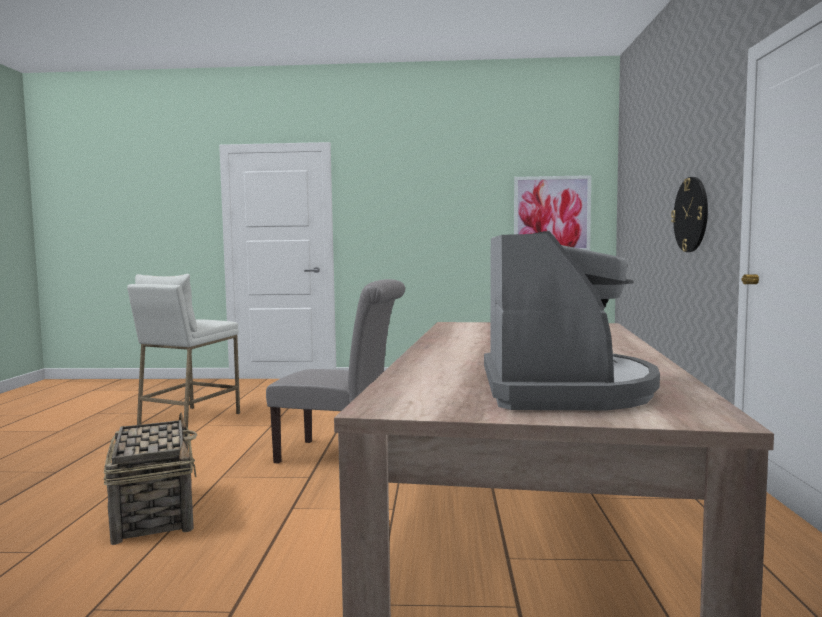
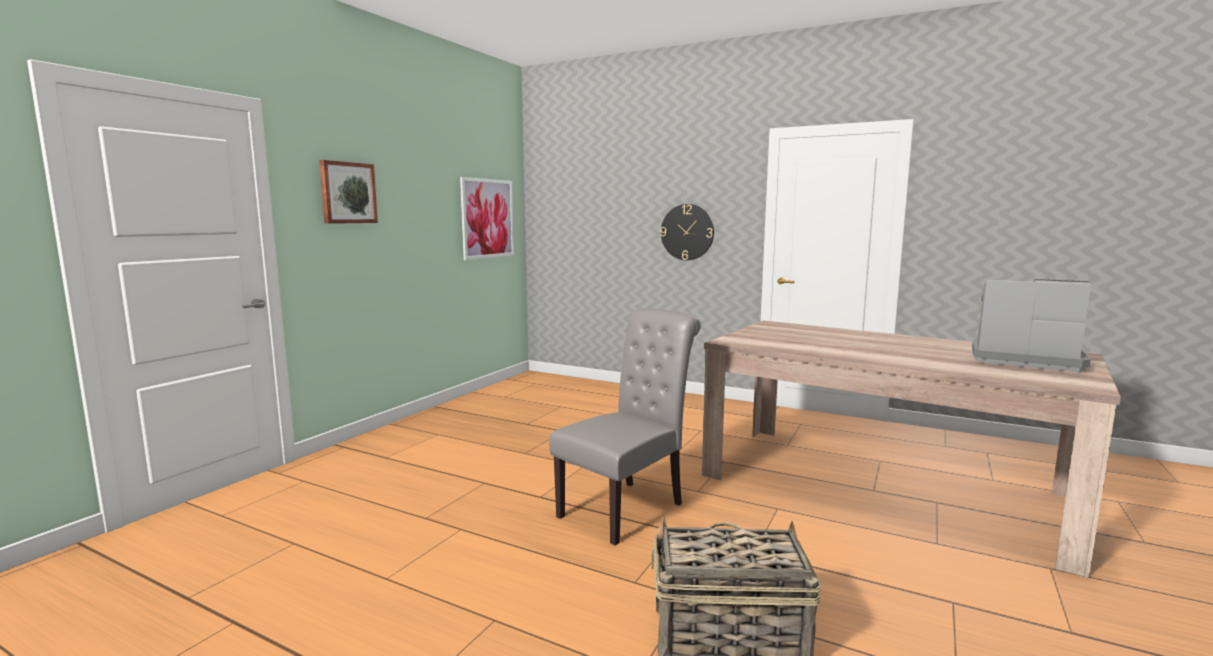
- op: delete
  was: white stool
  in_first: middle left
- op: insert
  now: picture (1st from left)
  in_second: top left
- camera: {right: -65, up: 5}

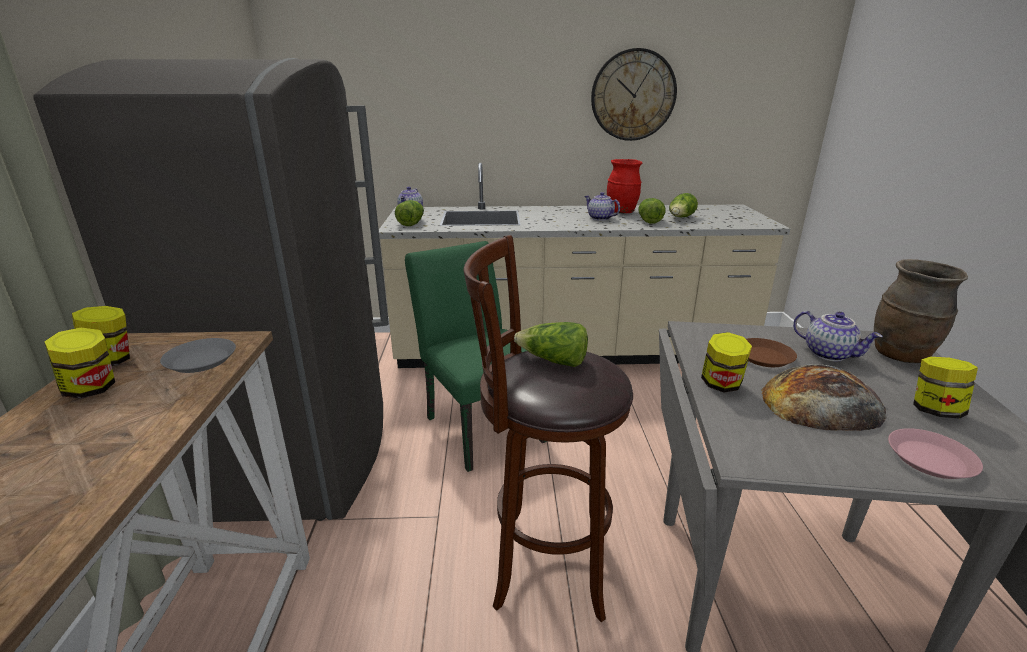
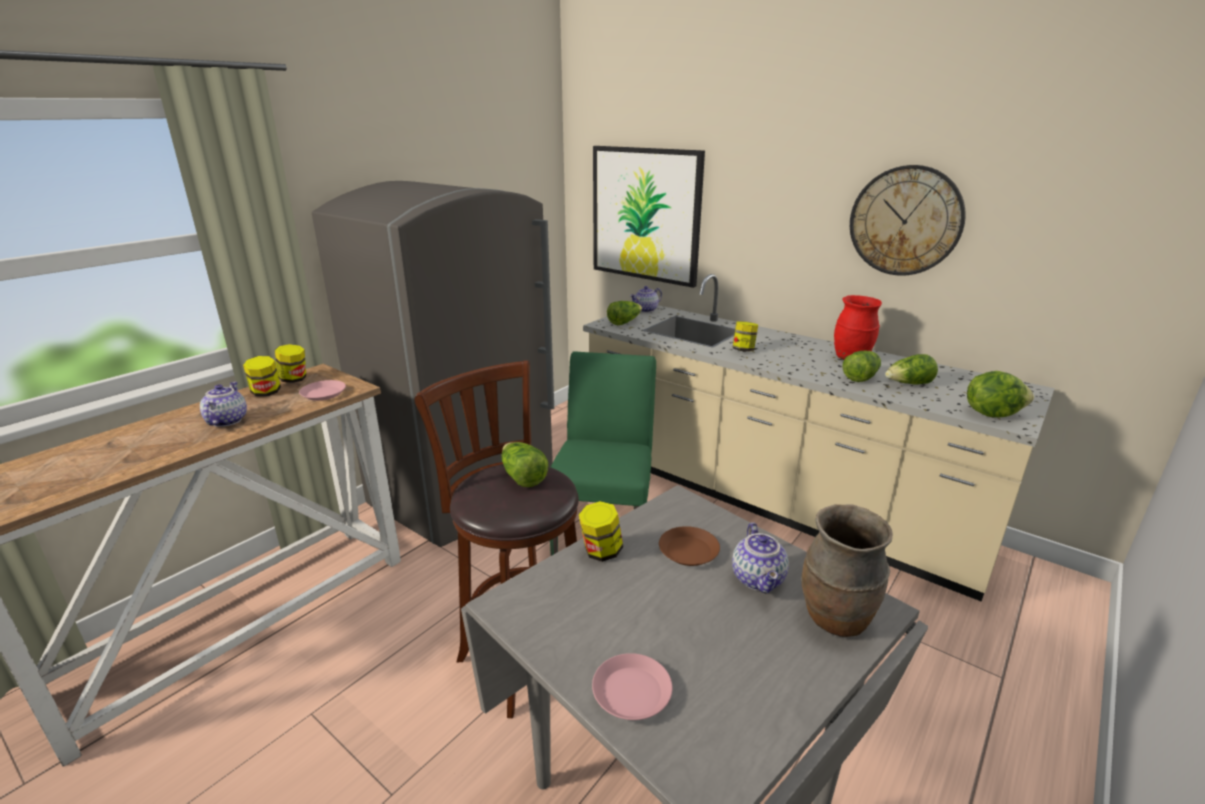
- op: recolor
  was: grey plate
  now: pink plate (1st from left)
  in_first: middle left
  in_second: middle left
- op: move
  was: teapot (2nd from left in the first image)
  now: teapot (1st from left)
  in_first: top centre
  in_second: middle left
- op: delete
  was: bread
  in_first: middle right
- op: move
  was: jar (4th from left)
  in_first: middle right
  in_second: centre
- op: insert
  now: picture
  in_second: top centre
- op: insert
  now: lettuce (5th from left)
  in_second: middle right
- camera: {right: 40, up: 0}

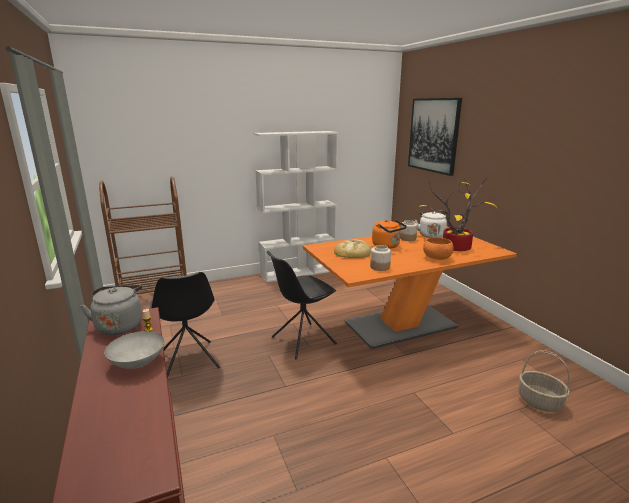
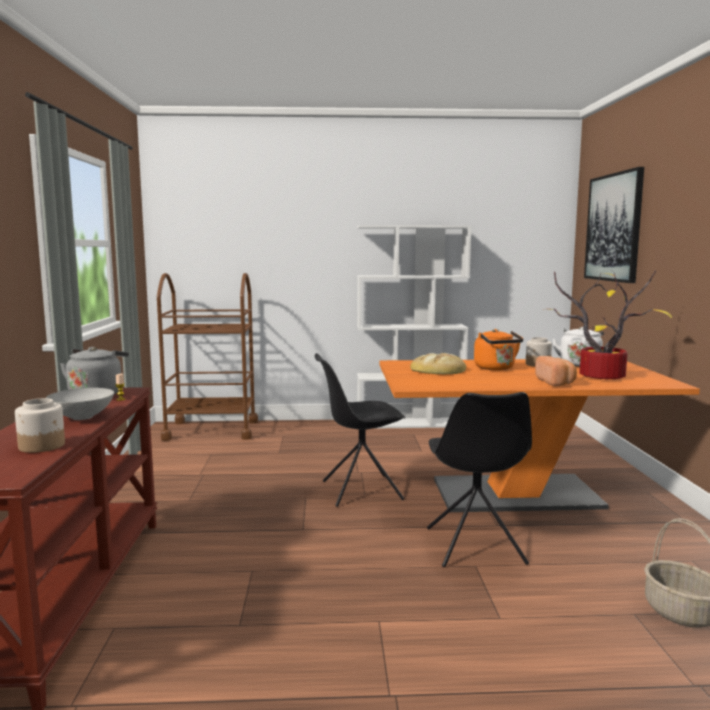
- op: move
  was: black chair (1st from left in the first image)
  now: black chair (2nd from left)
  in_first: middle left
  in_second: bottom right
- op: move
  was: jar (1st from left)
  in_first: centre
  in_second: middle left
- op: replace
  was: orange bowl
  now: bread (2nd from left)
  in_first: middle right
  in_second: middle right
- camera: {right: 20, up: -10}

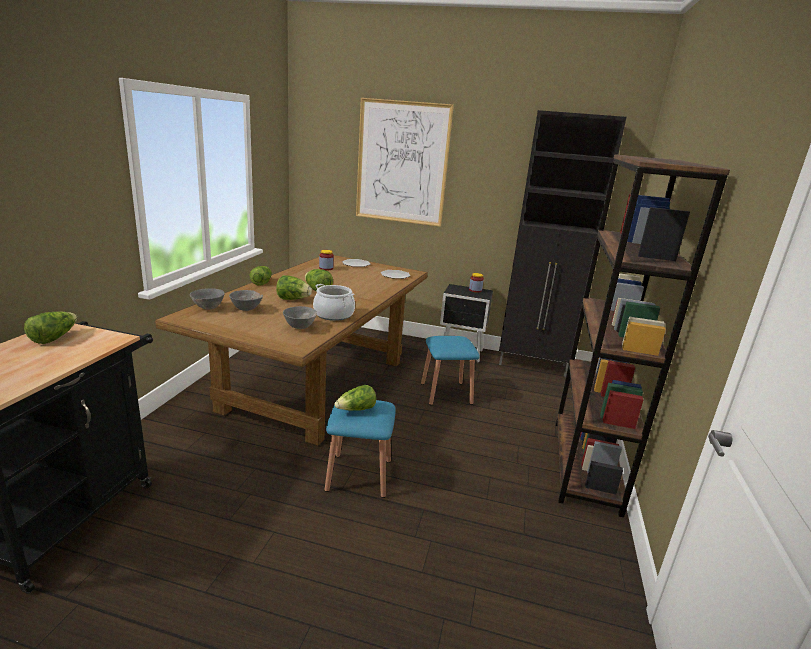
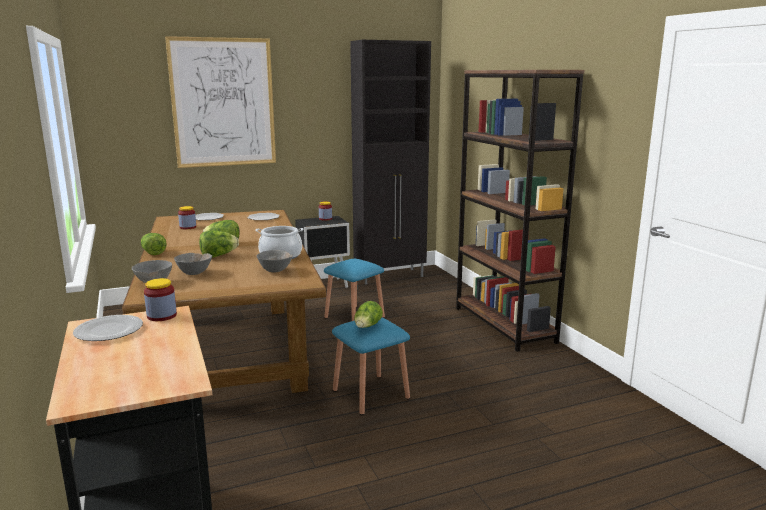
- op: replace
  was: lettuce (1st from left)
  now: plate (1st from left)
  in_first: middle left
  in_second: middle left
- op: insert
  now: jar (1st from left)
  in_second: middle left
- camera: {right: -35, up: -5}

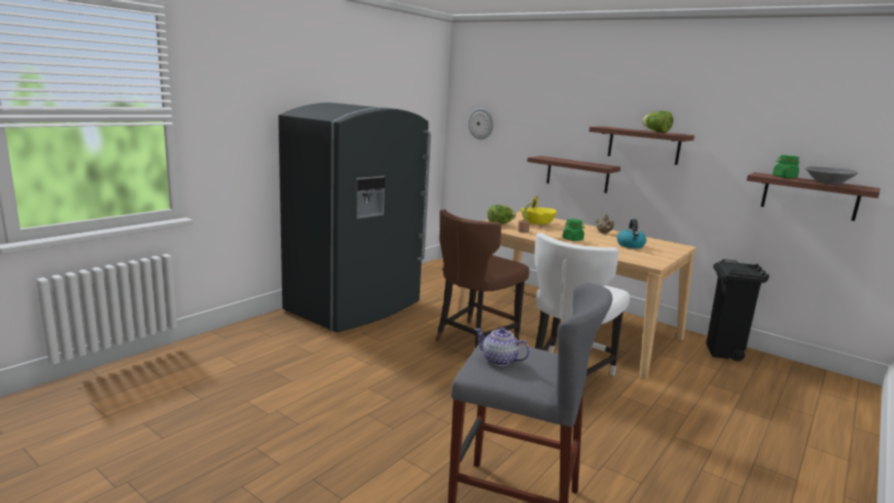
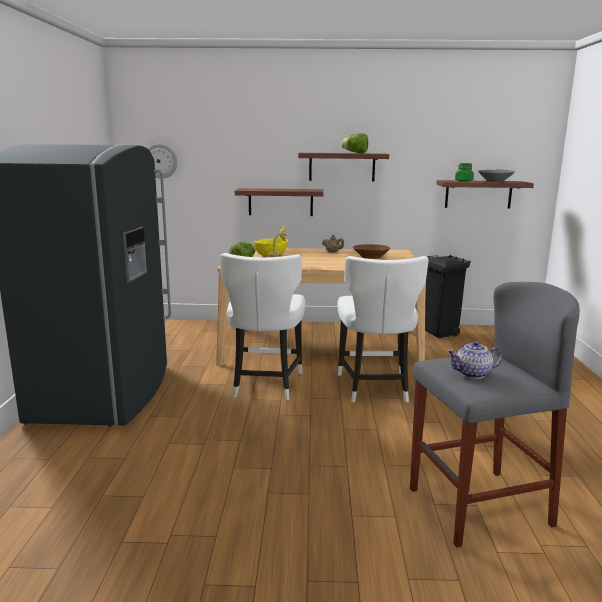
- op: recolor
  was: brown chair
  now: white chair (1st from left)
  in_first: centre
  in_second: centre
- op: delete
  was: green jar (1st from left)
  in_first: centre
- op: replace
  was: kettle
  now: brown bowl
  in_first: middle right
  in_second: centre
- camera: {right: -35, up: 0}

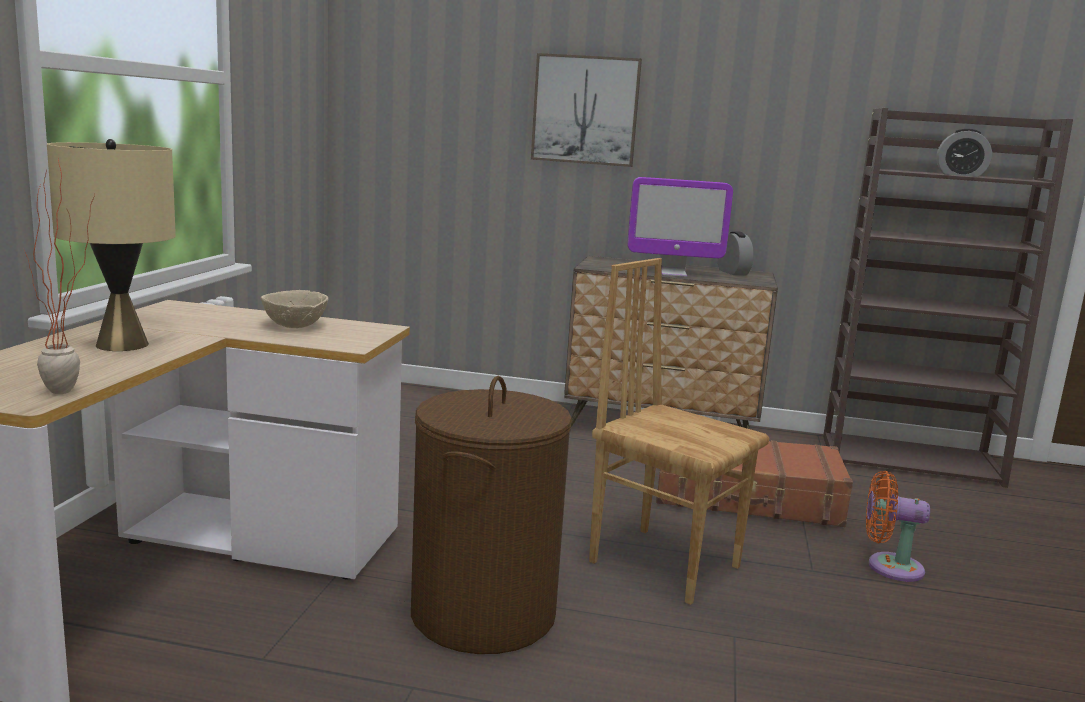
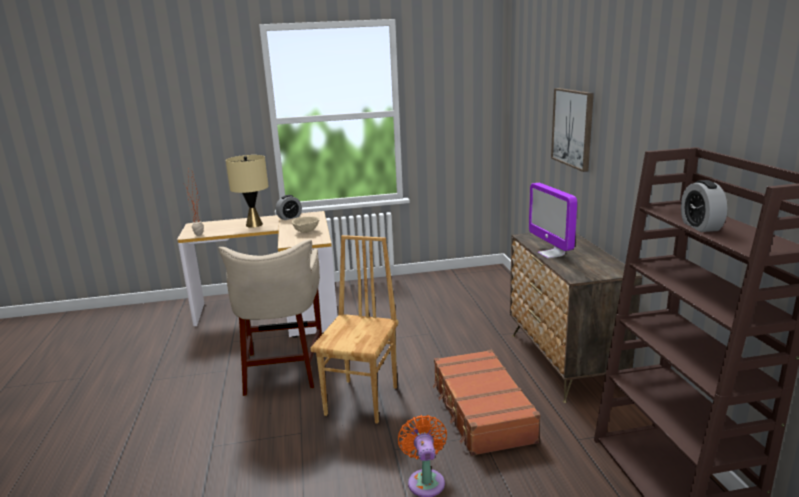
- op: replace
  was: brown laundry basket
  now: beige stool
  in_first: bottom centre
  in_second: centre
- op: move
  was: alarm clock (1st from left)
  in_first: middle right
  in_second: centre
- camera: {right: 70, up: 5}

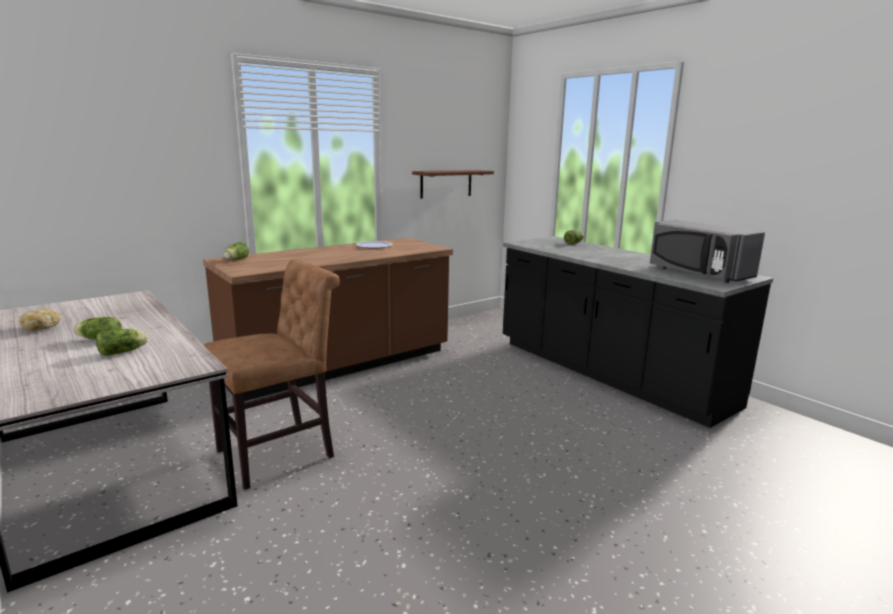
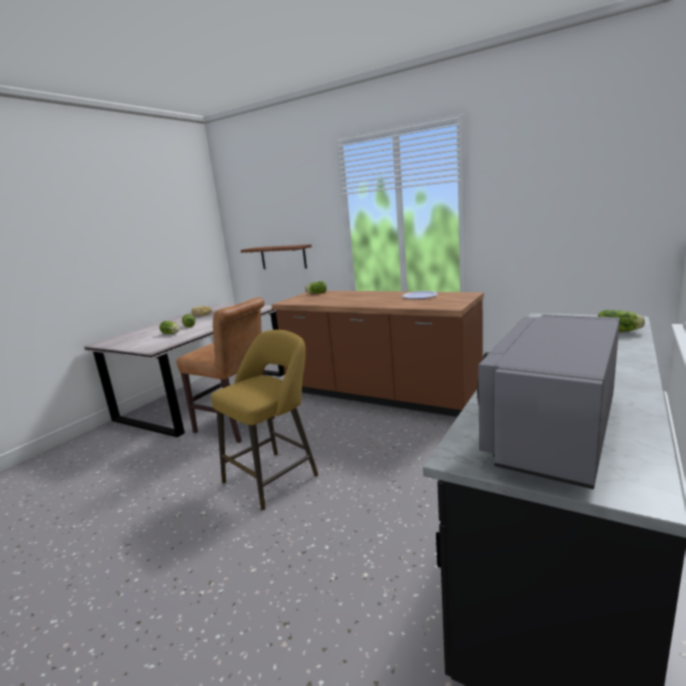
- op: move
  was: brown shelf
  in_first: top centre
  in_second: centre
- op: insert
  now: yellow stool
  in_second: centre
- camera: {right: 70, up: 0}

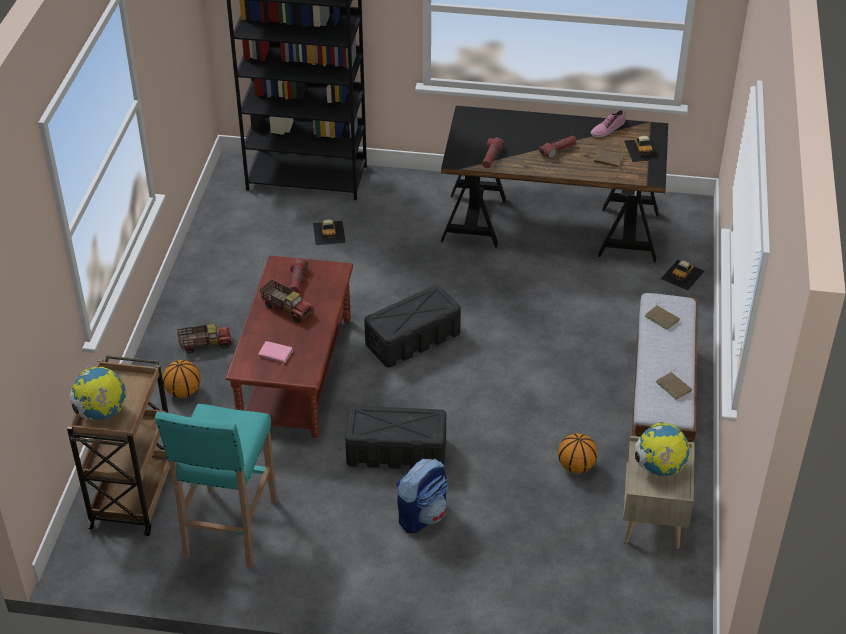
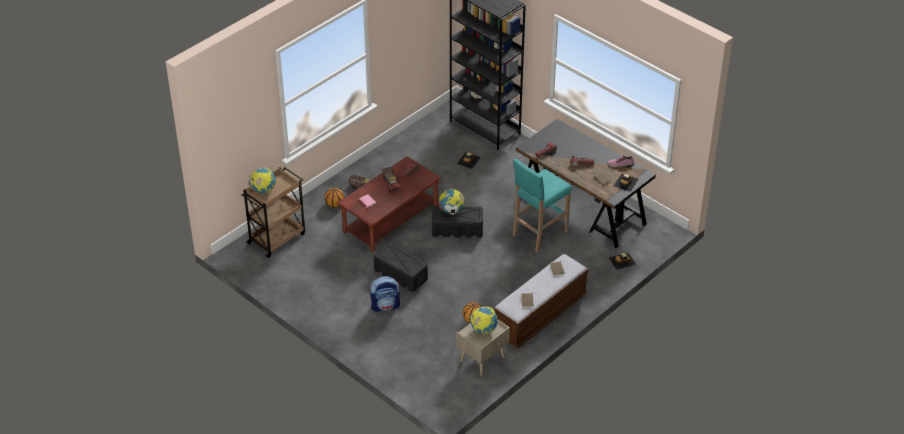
- op: move
  was: turquoise stool
  in_first: bottom left
  in_second: centre
- op: insert
  now: globe (2nd from left)
  in_second: centre
- camera: {right: 35, up: 0}

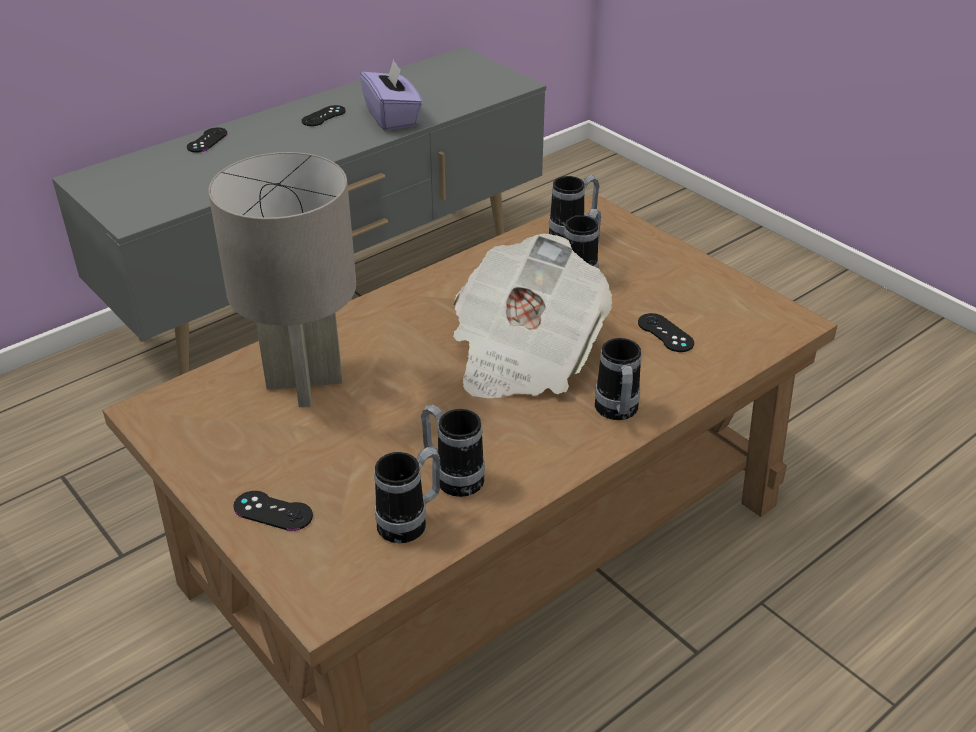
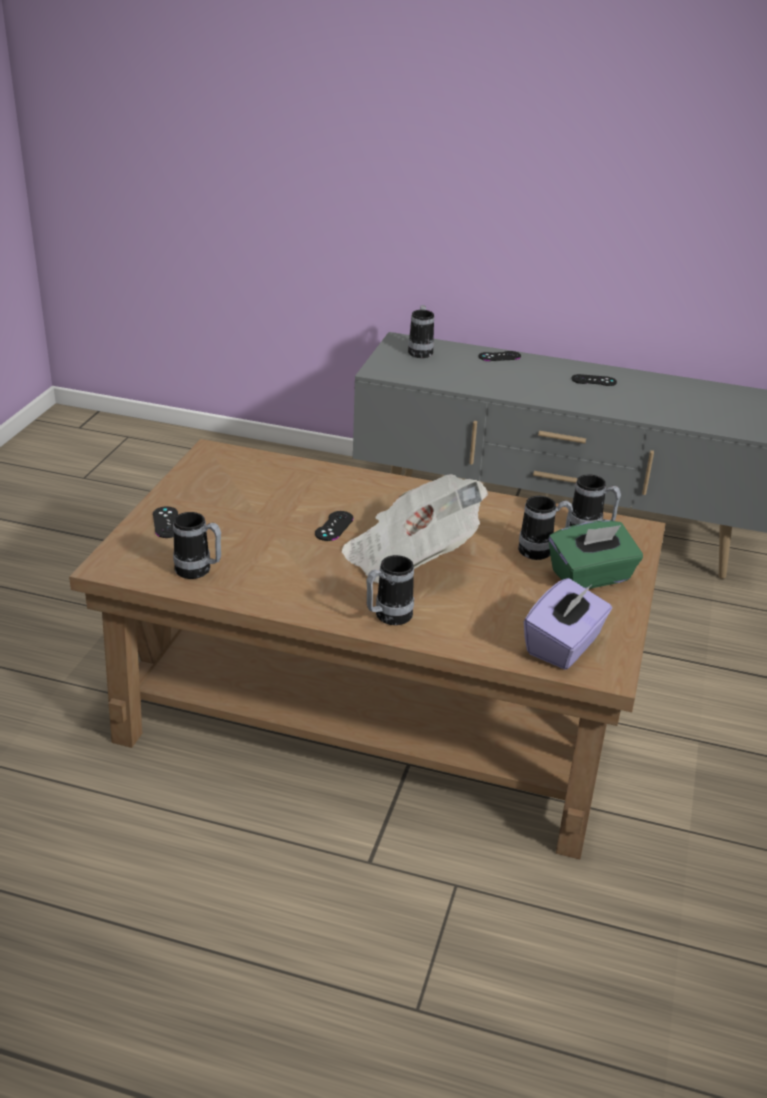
- op: delete
  was: grey table lamp
  in_first: middle left
- op: move
  was: purple tissue box
  in_first: top centre
  in_second: middle right
- op: move
  was: mug (2nd from left in the first image)
  now: mug (3rd from left)
  in_first: centre
  in_second: top centre
- op: move
  was: black game controller (4th from left in the first image)
  now: black game controller (2nd from left)
  in_first: middle right
  in_second: centre
- op: insert
  now: green tissue box
  in_second: middle right
- camera: {right: 55, up: -5}

